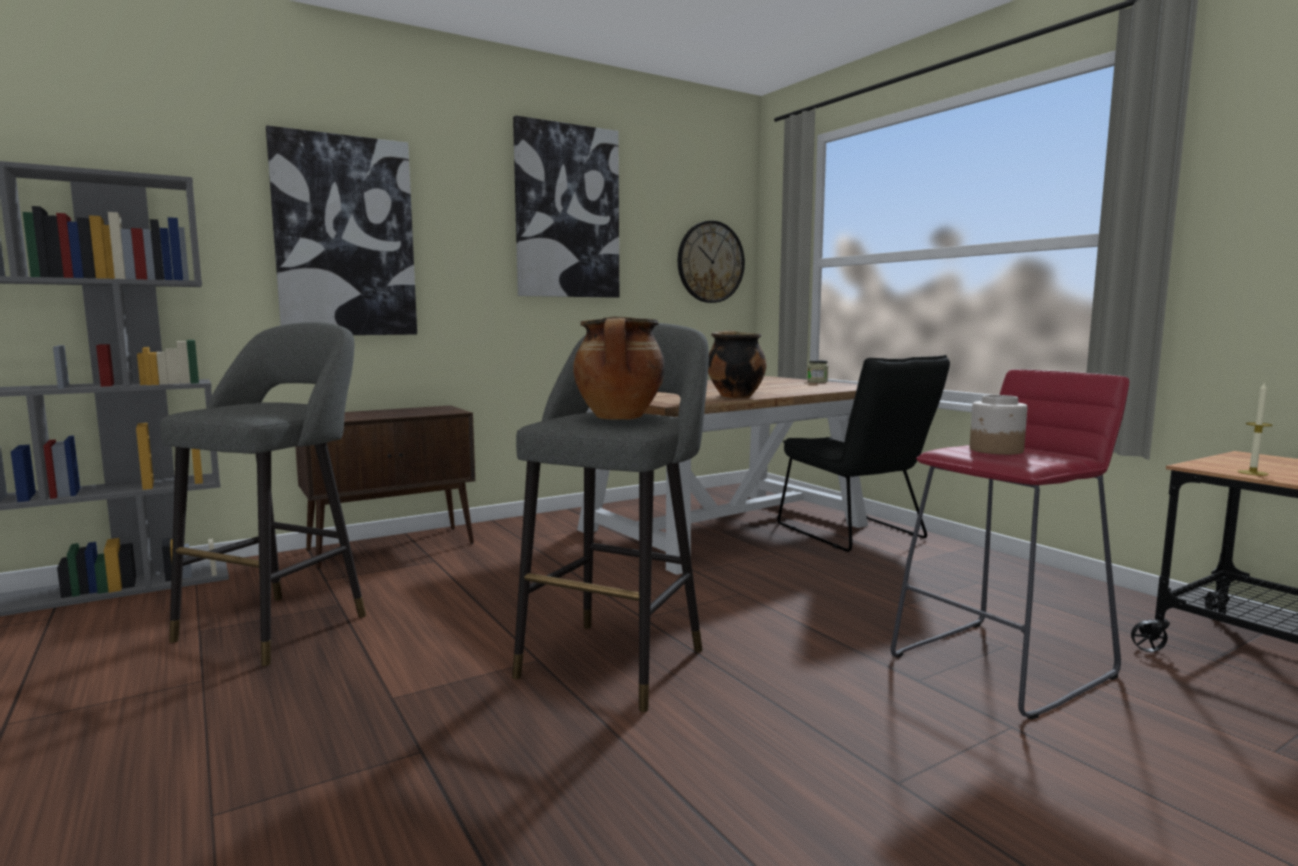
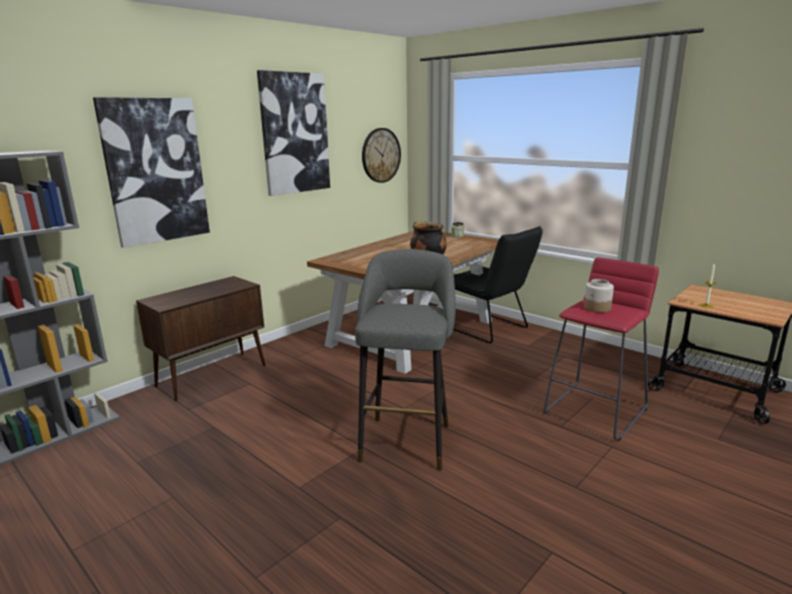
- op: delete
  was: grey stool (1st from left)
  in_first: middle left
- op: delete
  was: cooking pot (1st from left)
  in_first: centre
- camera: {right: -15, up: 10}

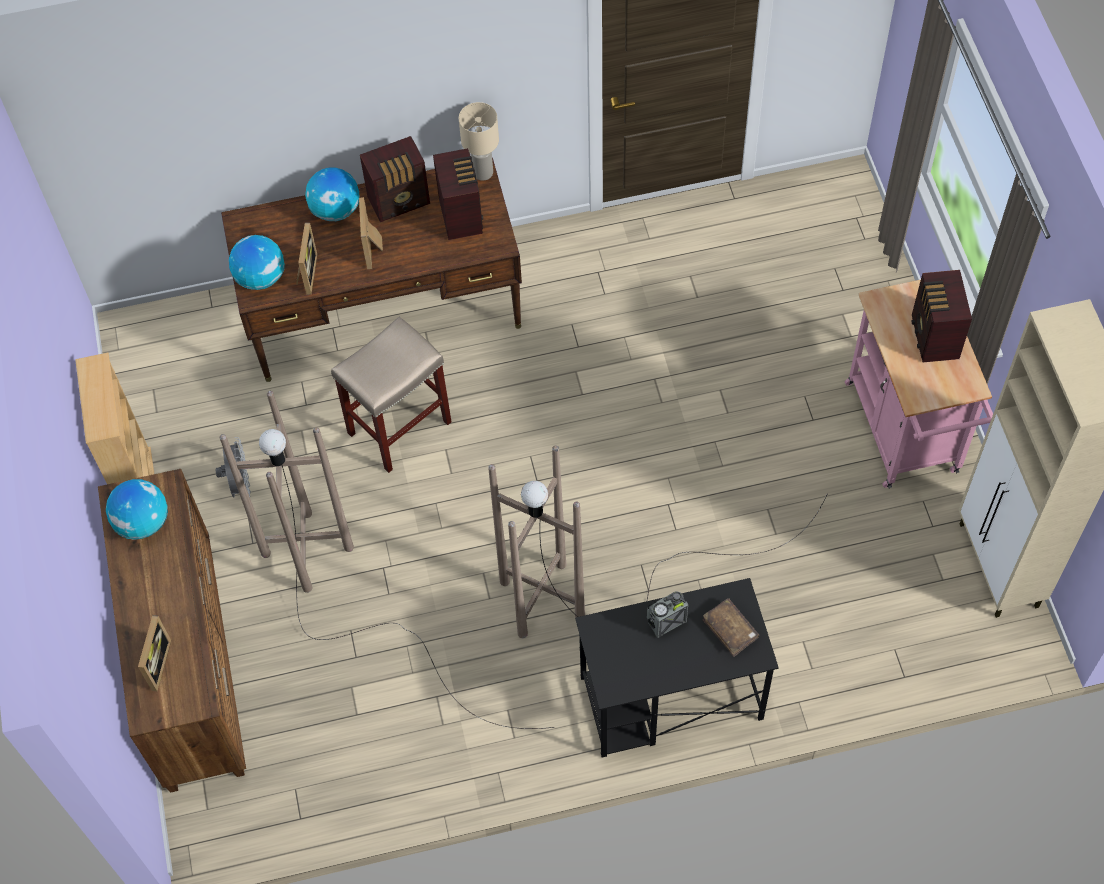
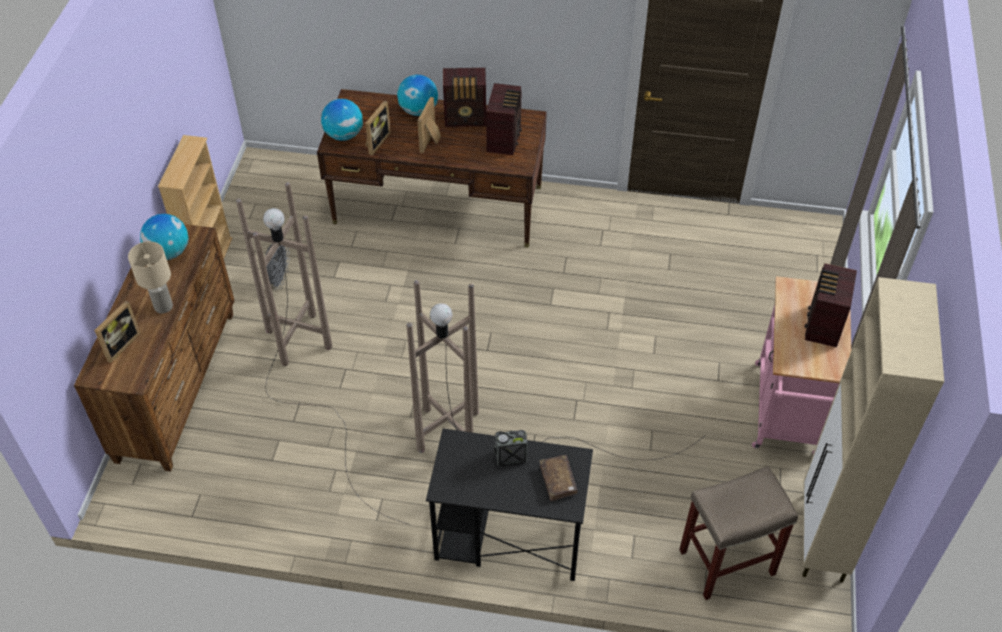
- op: move
  was: beige stool
  in_first: centre
  in_second: bottom right
- op: move
  was: beige table lamp
  in_first: top centre
  in_second: middle left
- camera: {right: 20, up: -10}

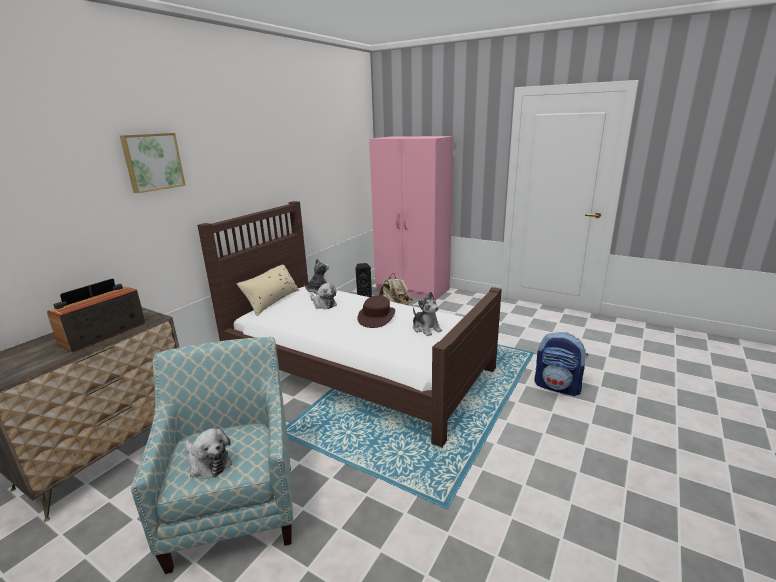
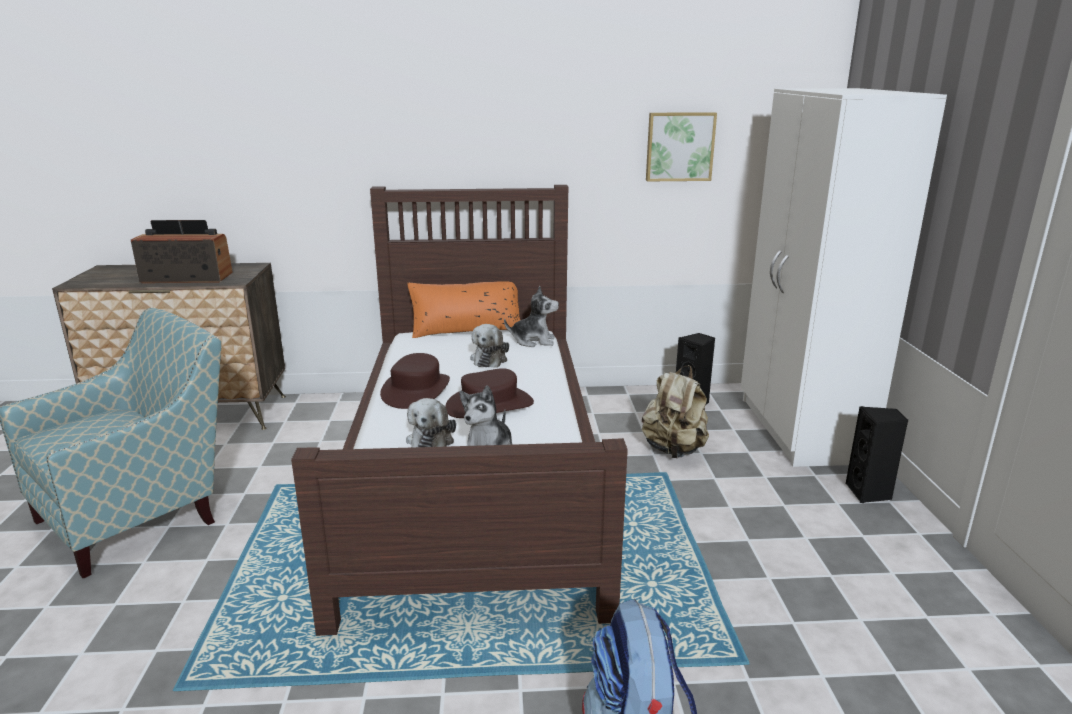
- op: move
  was: picture
  in_first: top left
  in_second: top centre
- op: move
  was: plush toy (1st from left)
  in_first: bottom left
  in_second: centre
- op: recolor
  was: beige pillow
  now: orange pillow
  in_first: centre
  in_second: centre
- op: recolor
  was: pink wardrobe
  now: white wardrobe
  in_first: centre
  in_second: middle right
- op: insert
  now: brown hat (1st from left)
  in_second: centre
- op: insert
  now: black speaker (2nd from left)
  in_second: middle right
- camera: {right: 55, up: 0}

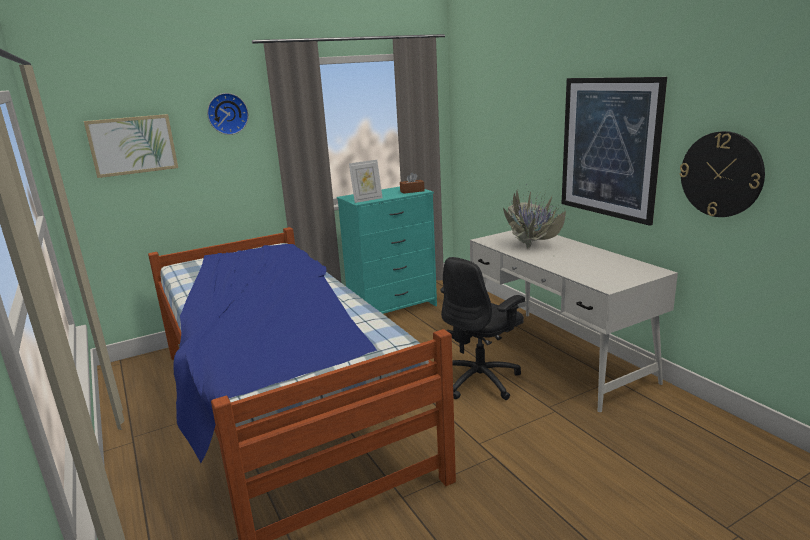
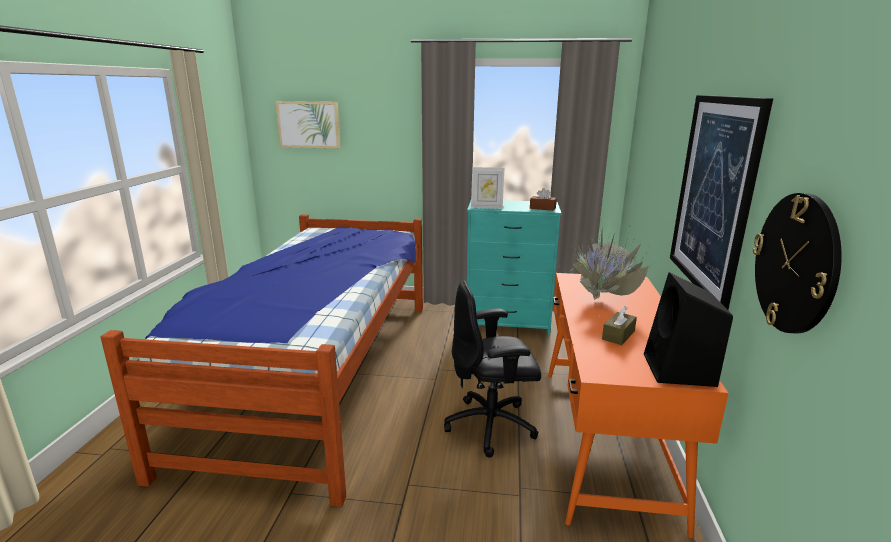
- op: delete
  was: wall clock (1st from left)
  in_first: top left
- op: recolor
  was: white desk
  now: orange desk
  in_first: middle right
  in_second: bottom right
- op: insert
  now: brown tissue box (2nd from left)
  in_second: middle right
- op: insert
  now: black speaker
  in_second: middle right
- camera: {right: 35, up: 0}

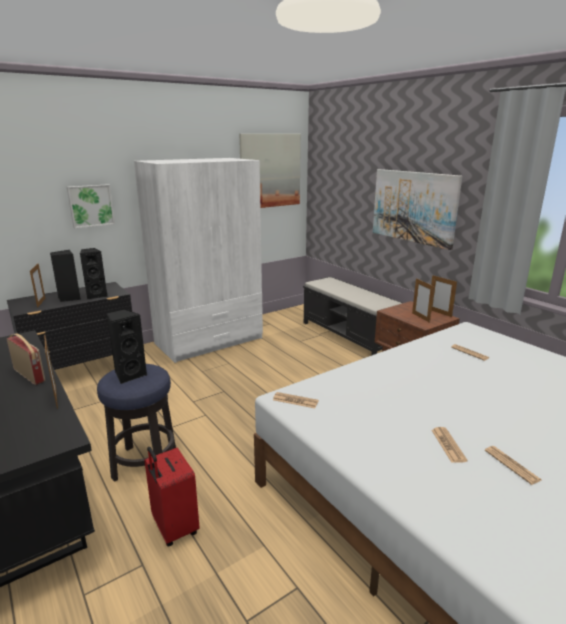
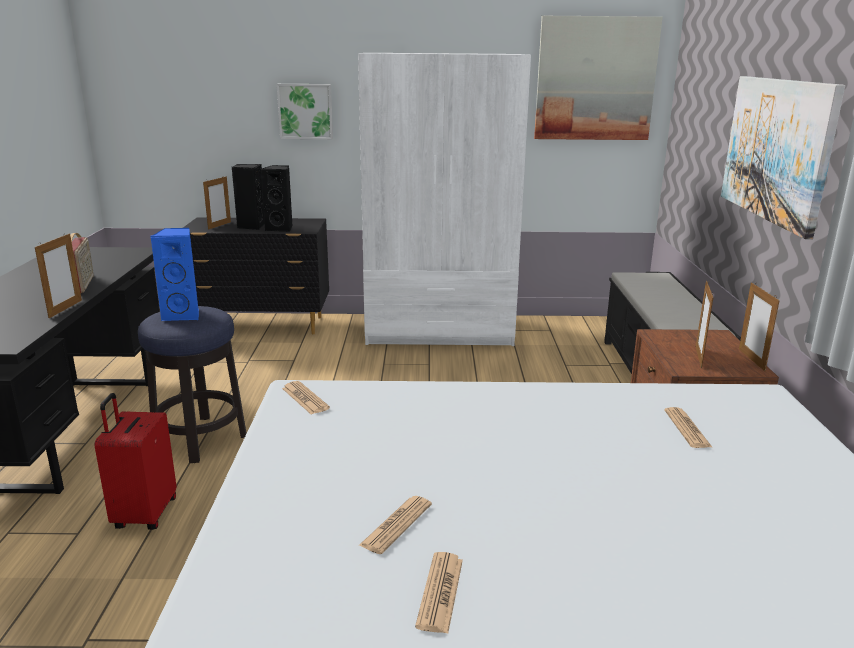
- op: recolor
  was: black speaker (3rd from left)
  now: blue speaker
  in_first: middle left
  in_second: middle left
- camera: {right: 35, up: 0}

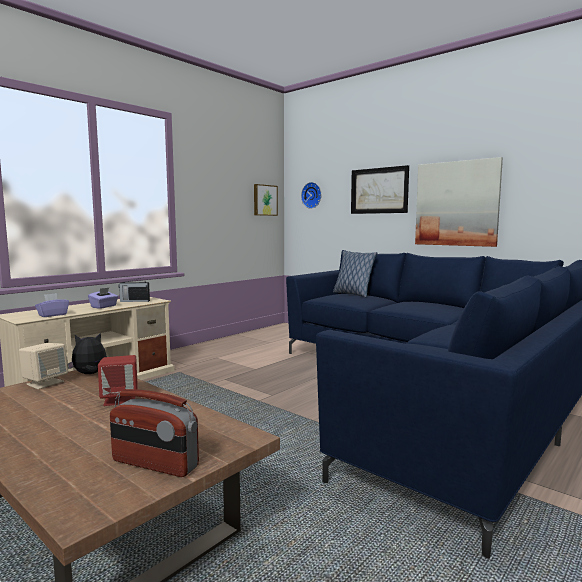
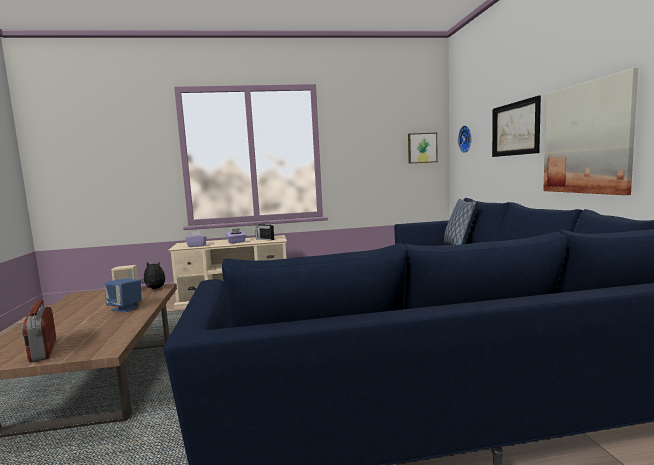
- op: recolor
  was: red speaker
  now: blue speaker
  in_first: middle left
  in_second: middle left
- camera: {right: 40, up: 0}

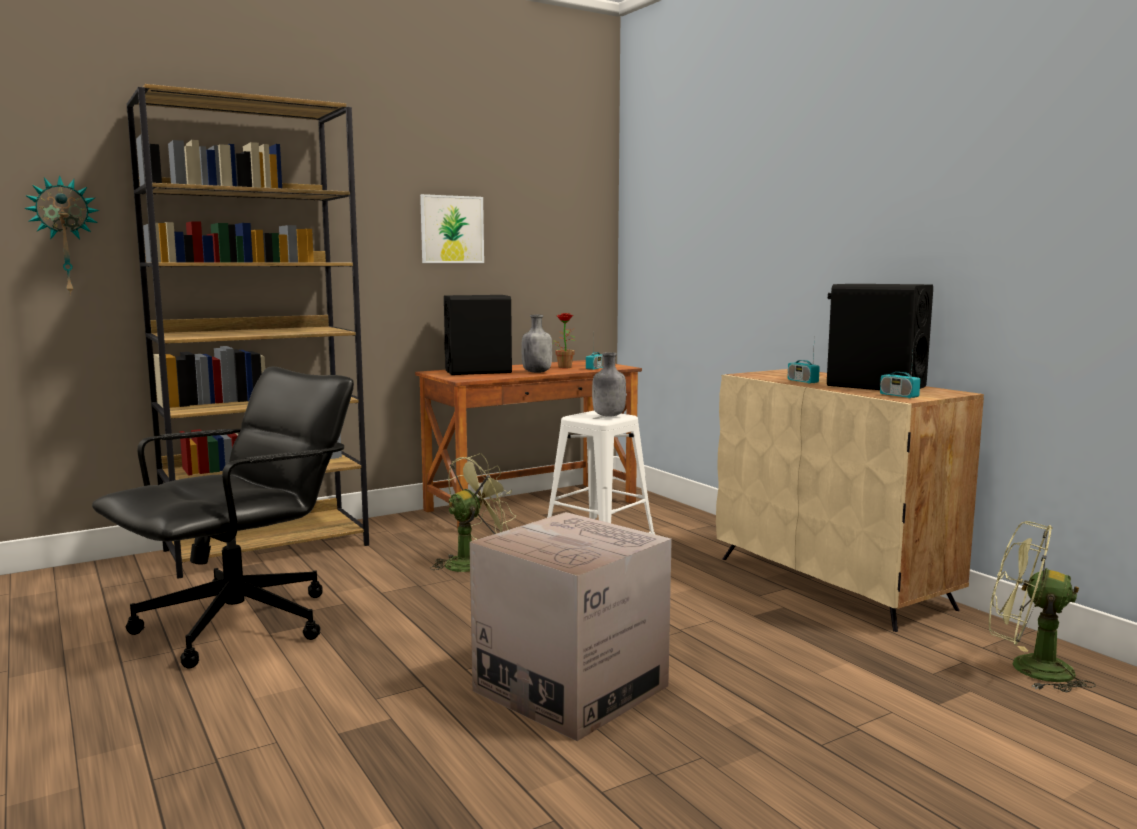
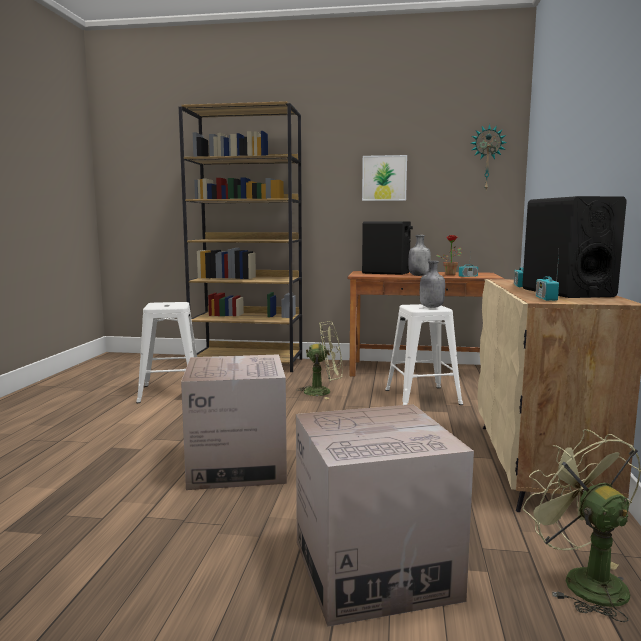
- op: move
  was: wall clock
  in_first: top left
  in_second: top right
- op: replace
  was: black office chair
  now: white stool (1st from left)
  in_first: middle left
  in_second: middle left
- op: insert
  now: cardboard box (2nd from left)
  in_second: bottom centre
- camera: {right: 40, up: 0}

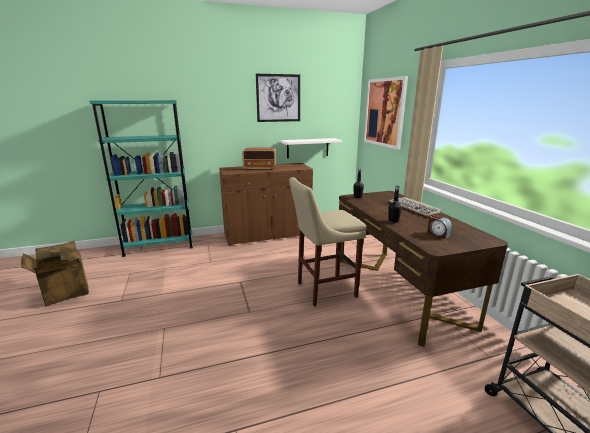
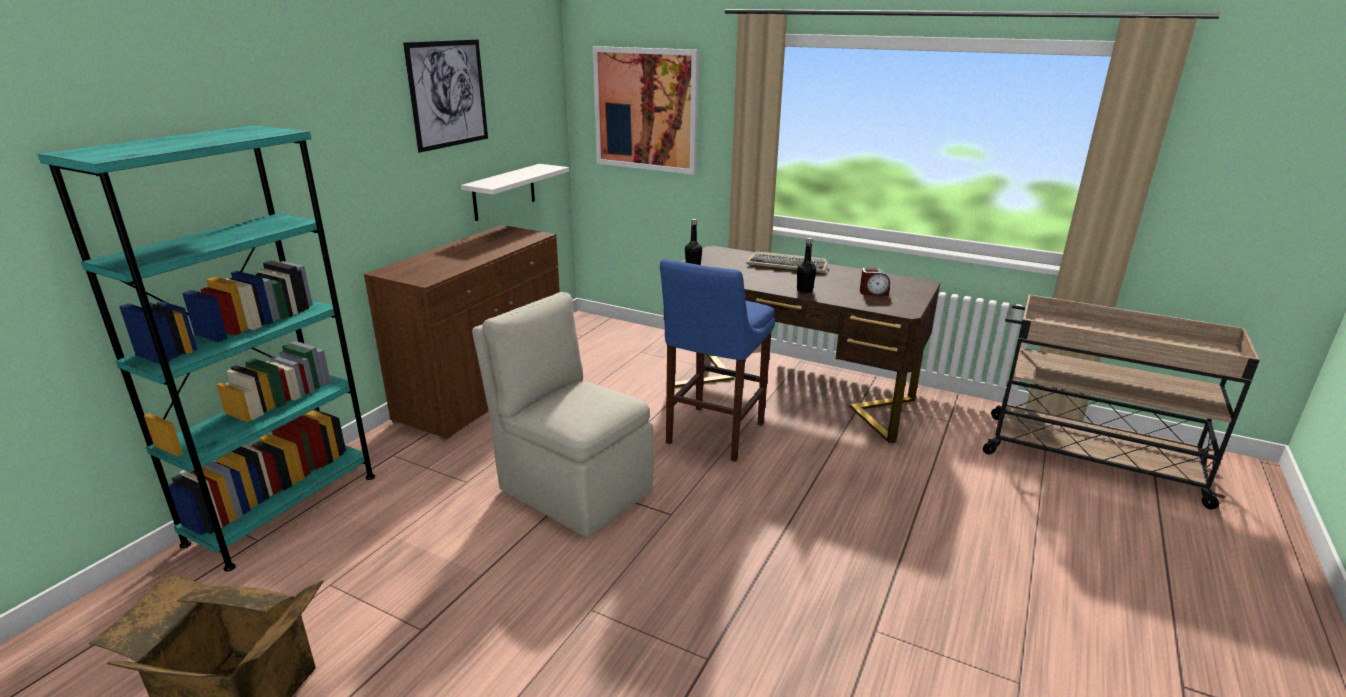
- op: delete
  was: radio
  in_first: centre
- op: recolor
  was: beige stool
  now: blue stool
  in_first: centre
  in_second: centre
- op: insert
  now: beige chair
  in_second: centre
- camera: {right: -45, up: 5}

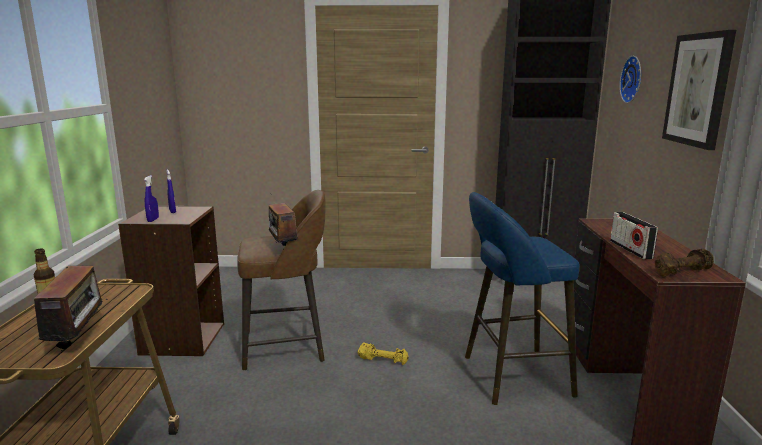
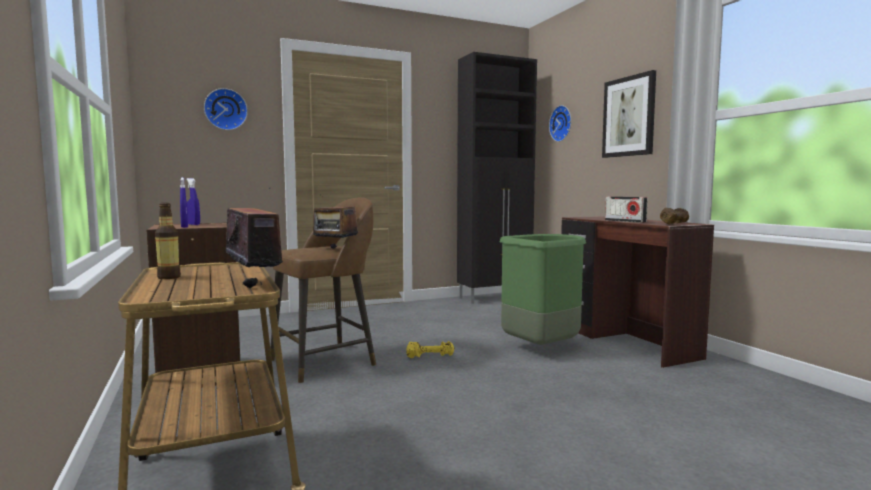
- op: replace
  was: blue stool
  now: green trash can
  in_first: bottom right
  in_second: centre
- op: insert
  now: wall clock (1st from left)
  in_second: top left
- camera: {right: -25, up: -10}

